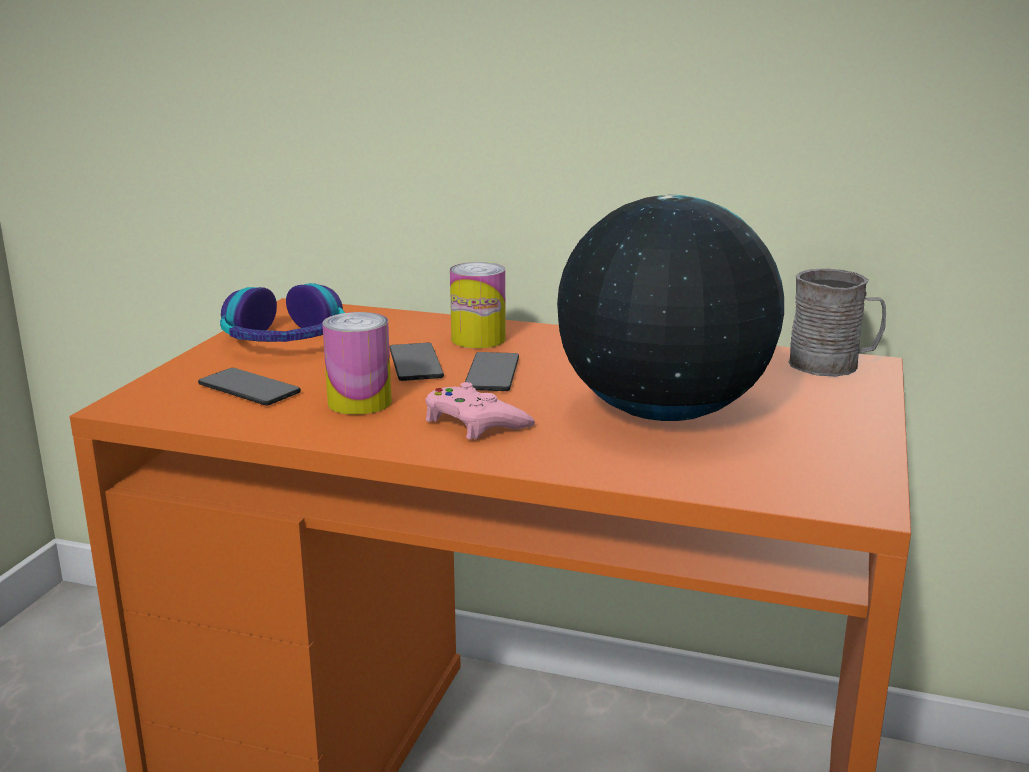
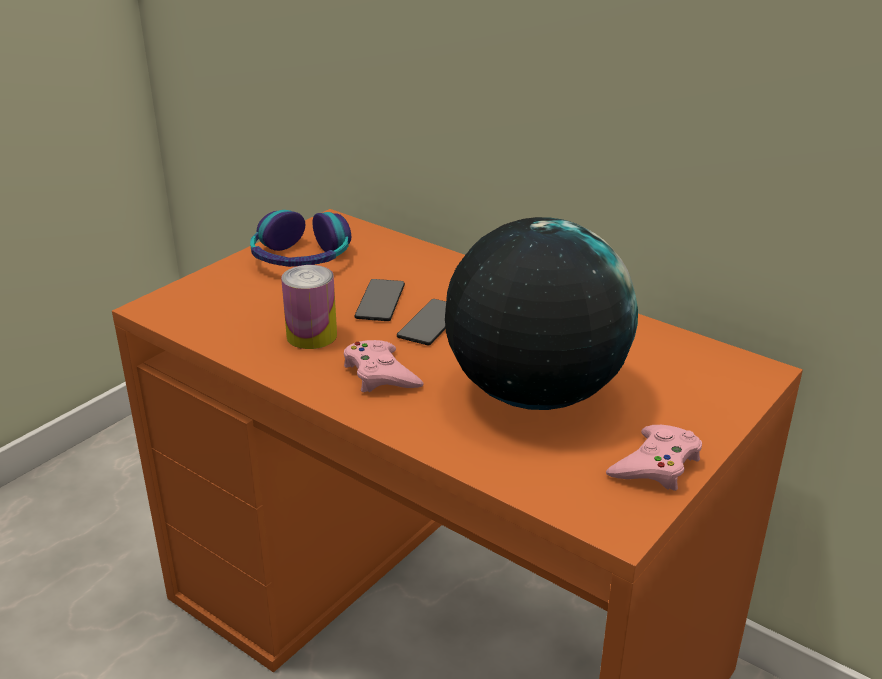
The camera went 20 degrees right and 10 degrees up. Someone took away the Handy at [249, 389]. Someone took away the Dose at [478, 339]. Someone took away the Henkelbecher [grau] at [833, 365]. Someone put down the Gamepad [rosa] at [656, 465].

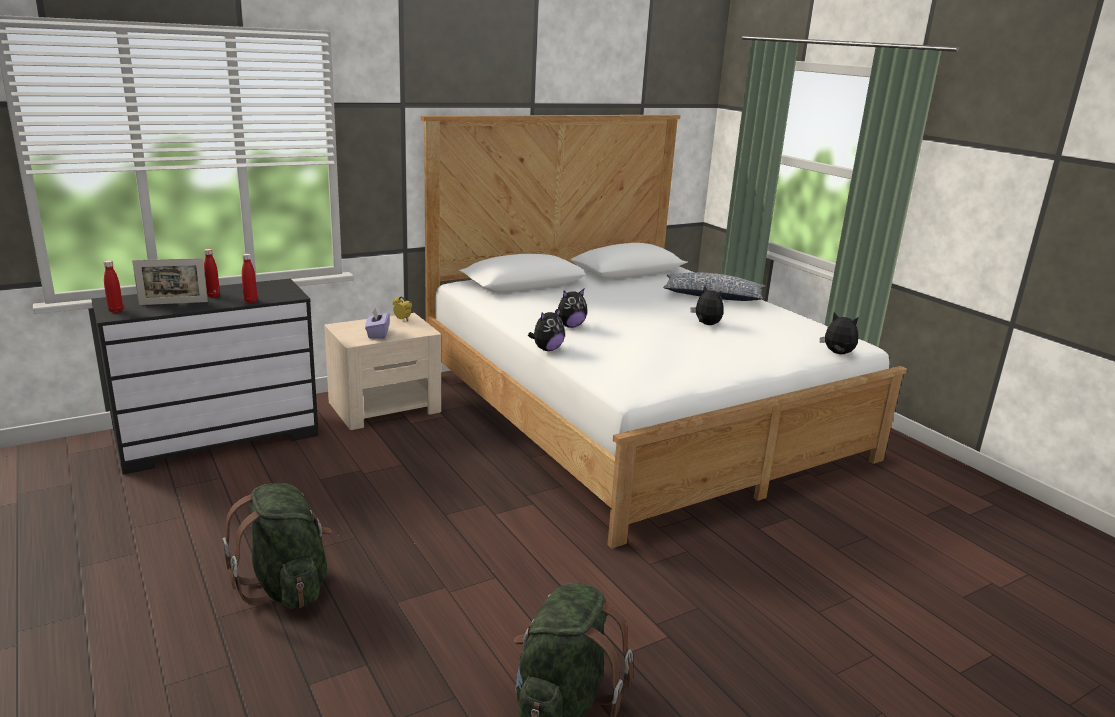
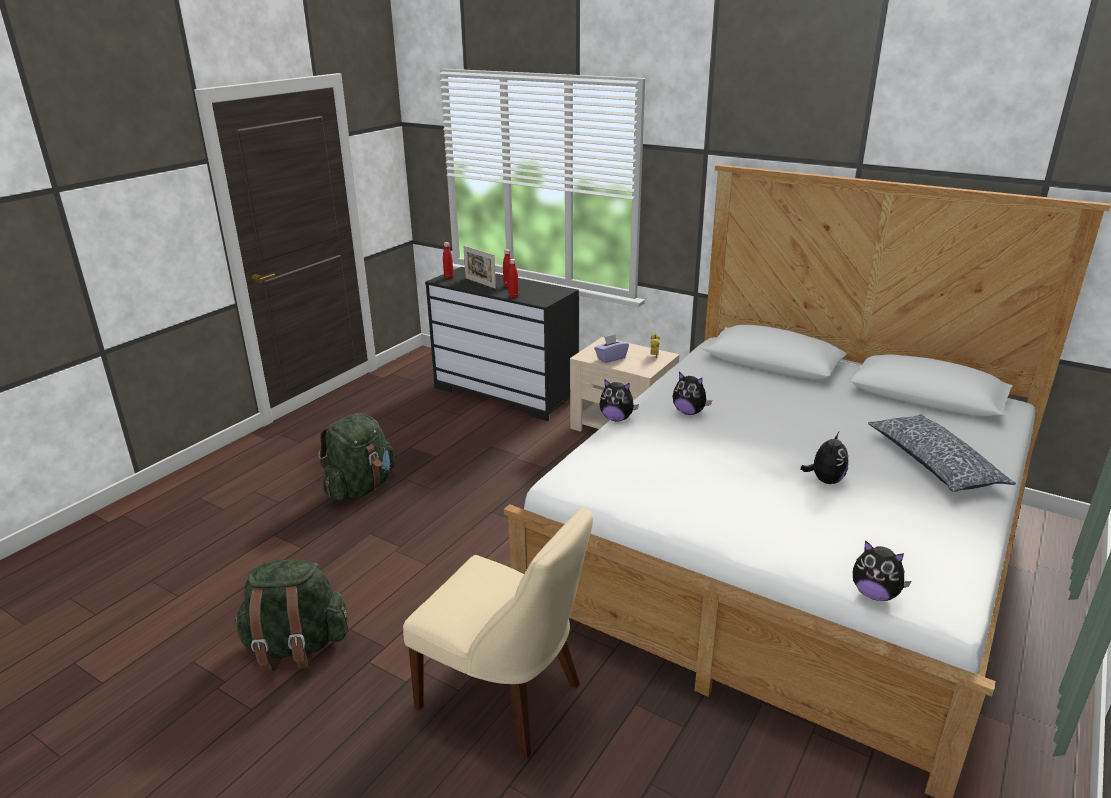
The camera went 65 degrees right and 5 degrees up. Someone rotated the Plüschtier at [837, 354] by 120 degrees clockwise. Someone put down the Stuhl [beige] at [506, 698].

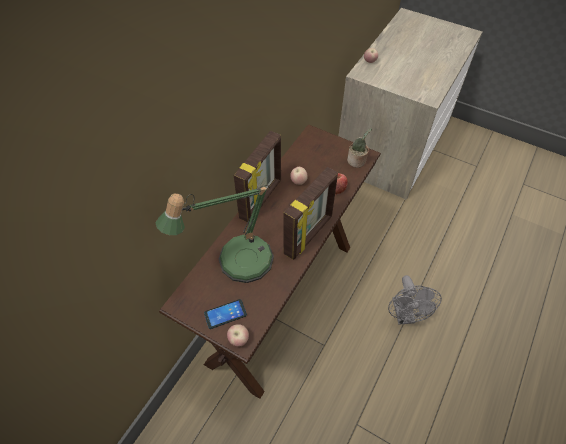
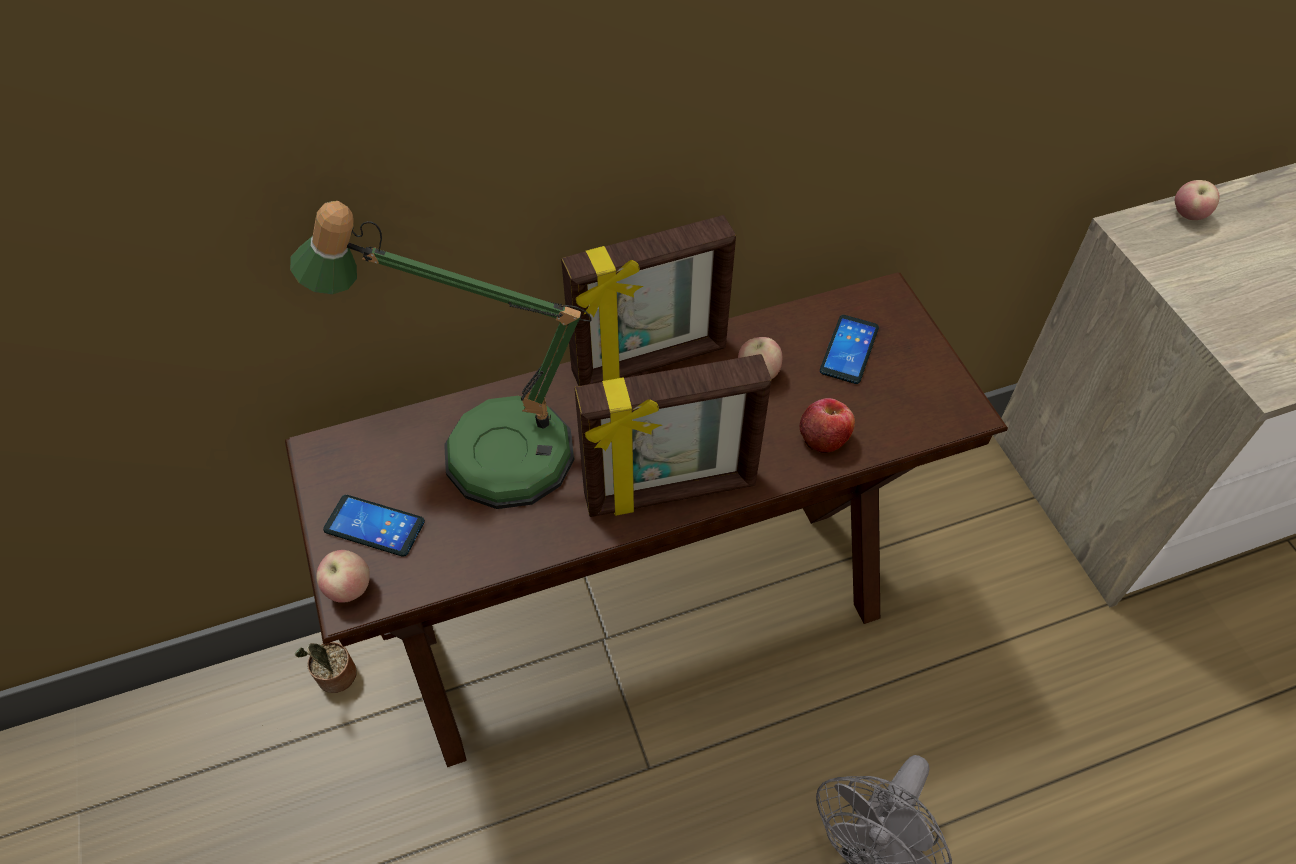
The camera went 40 degrees right and 0 degrees up. Someone carried the Topfpflanze from [357, 161] to [335, 677]. Someone put down the Handy at [849, 350].

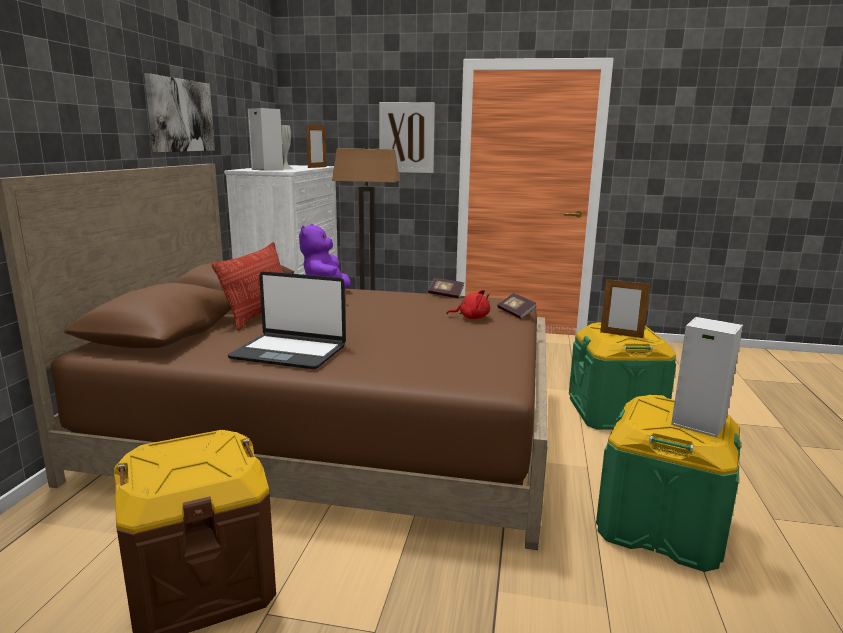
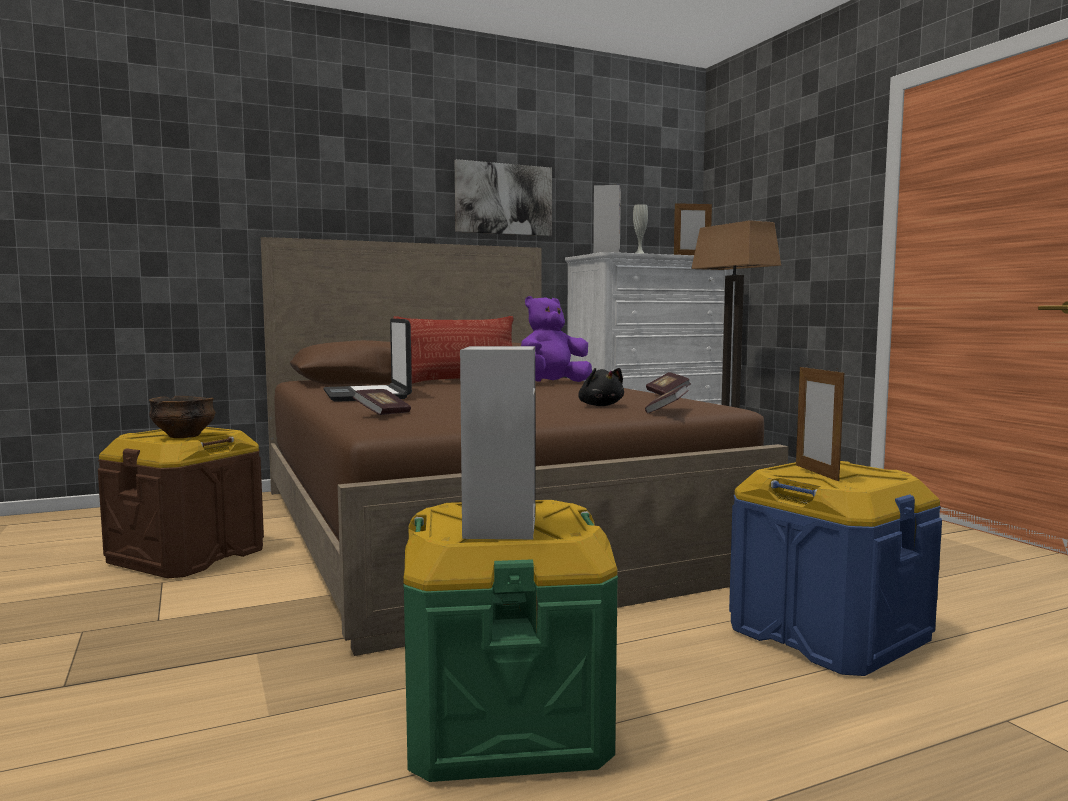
The camera went 55 degrees right and 10 degrees down. Someone took away the Bild at [406, 137]. Someone repainted the Plüschtier [rot] at [471, 318], which became the Plüschtier [schwarz] at [600, 405]. Someone repainted the Aufbewahrungsbox [grün] at [615, 413], which became the Aufbewahrungsbox [blau] at [828, 634]. Someone put down the Schüssel at [184, 436]. Someone put down the Buch at [383, 414].

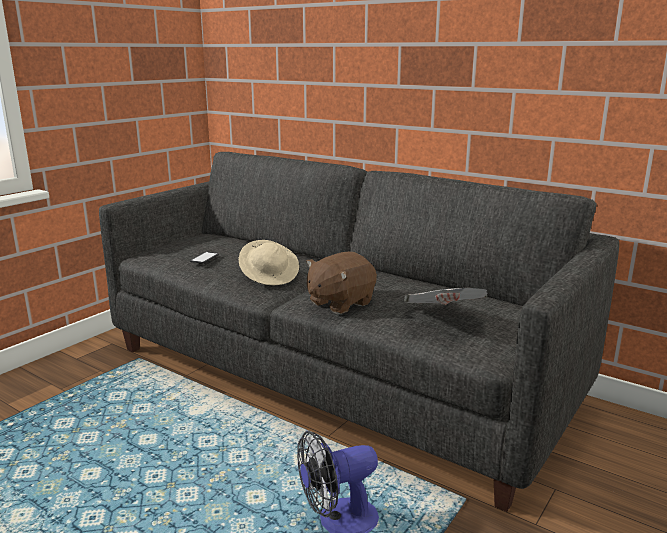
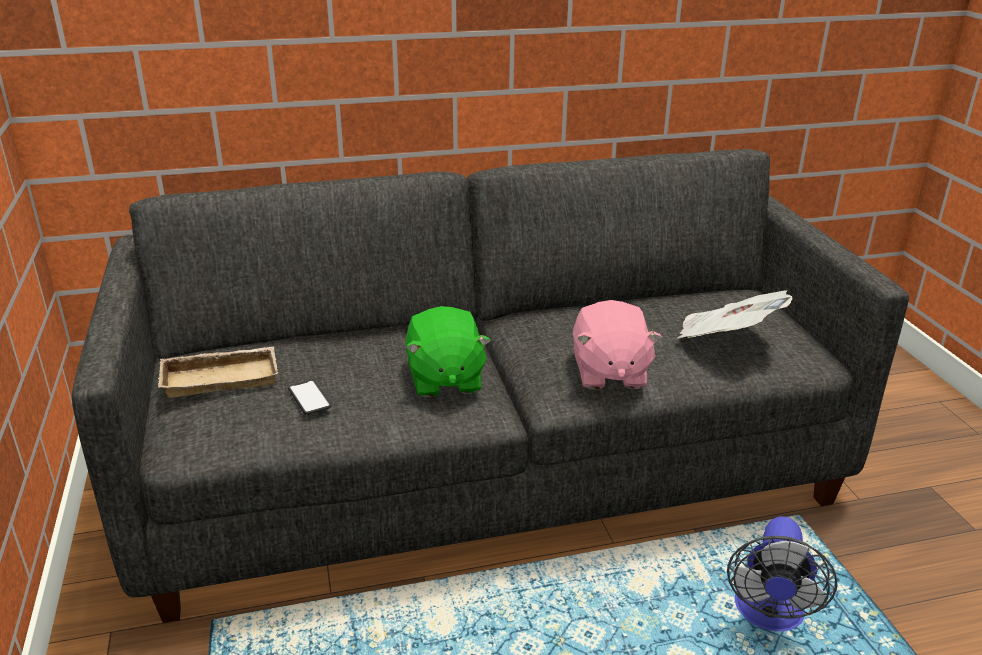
The camera went 50 degrees left and 10 degrees up. Someone swapped the Hut [beige] at [270, 276] for the Plüschtier [grün] at [444, 379]. Someone repainted the Plüschtier [braun] at [339, 303], which became the Plüschtier [rosa] at [609, 373]. Someone put down the Tablett [beige] at [222, 377].

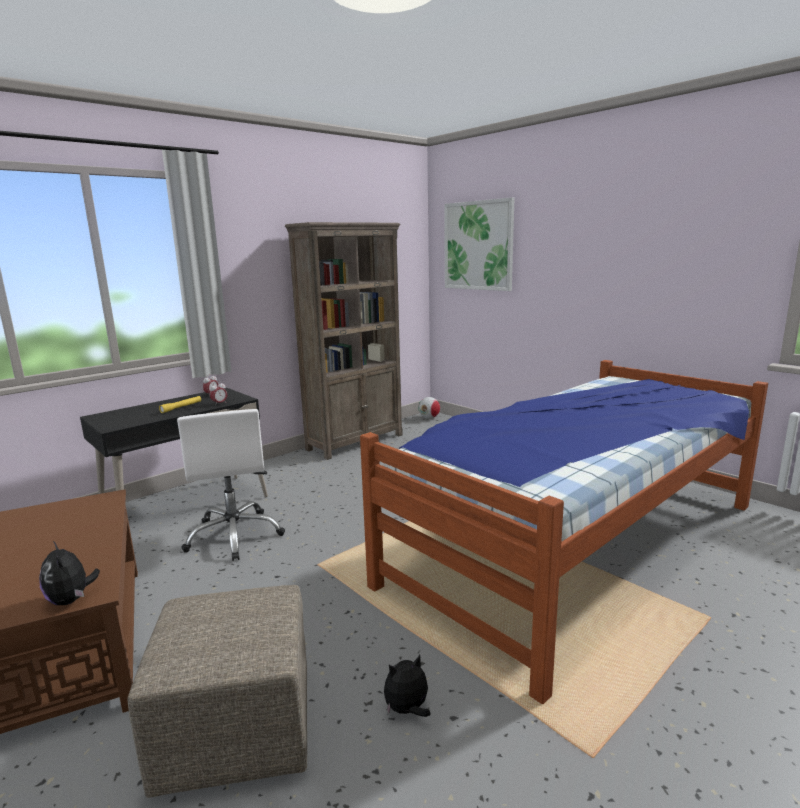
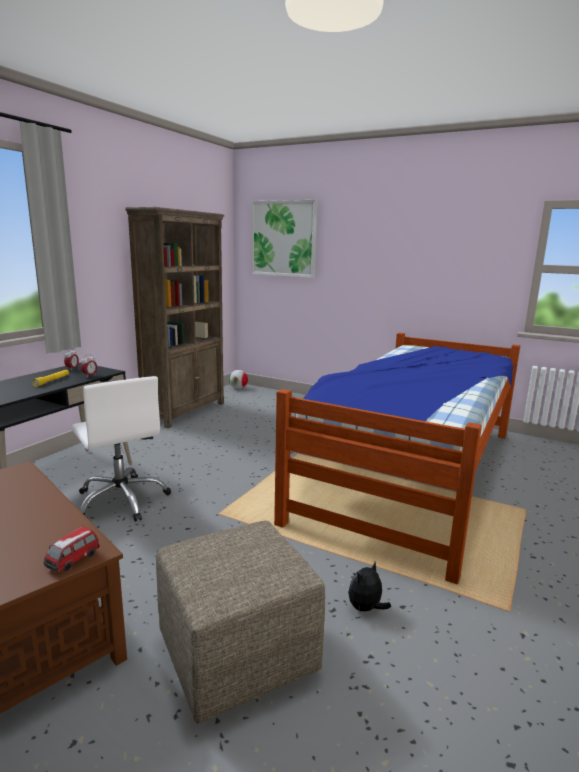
The camera went 20 degrees left and 0 degrees up. Someone swapped the Plüschtier at [71, 600] for the Spielzeugauto at [73, 561].

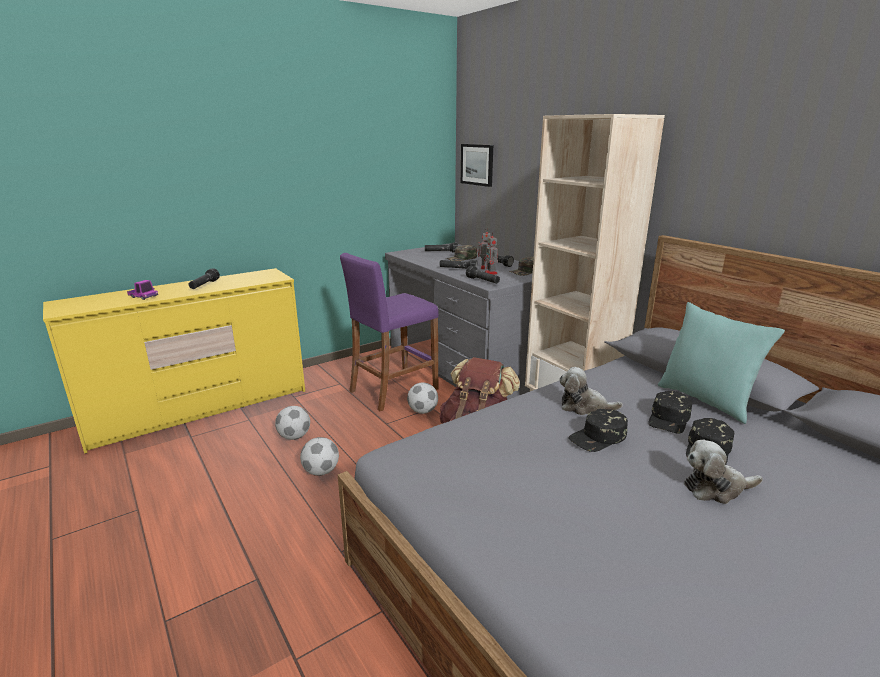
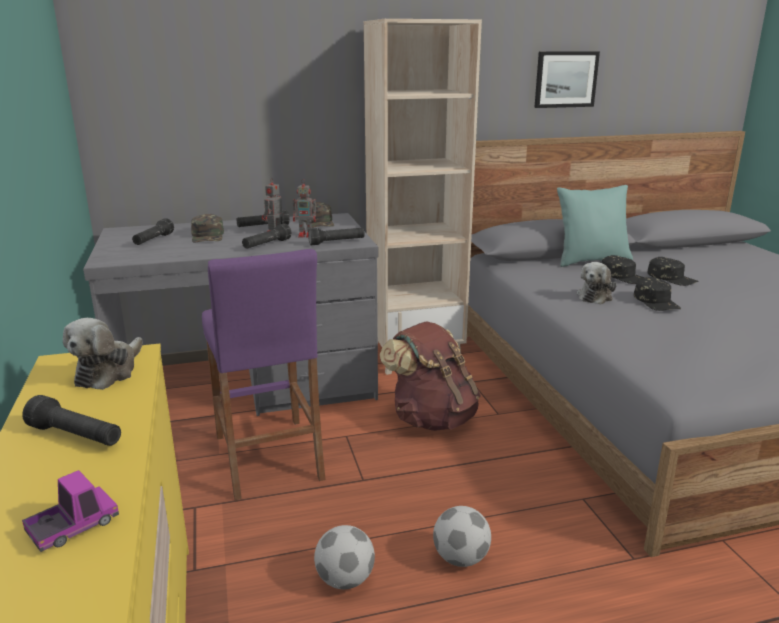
The camera went 70 degrees left and 0 degrees up. Someone took away the Fußball at [422, 411]. Someone carried the Bild from [477, 164] to [565, 79]. Someone carried the Plüschtier from [715, 488] to [108, 372].

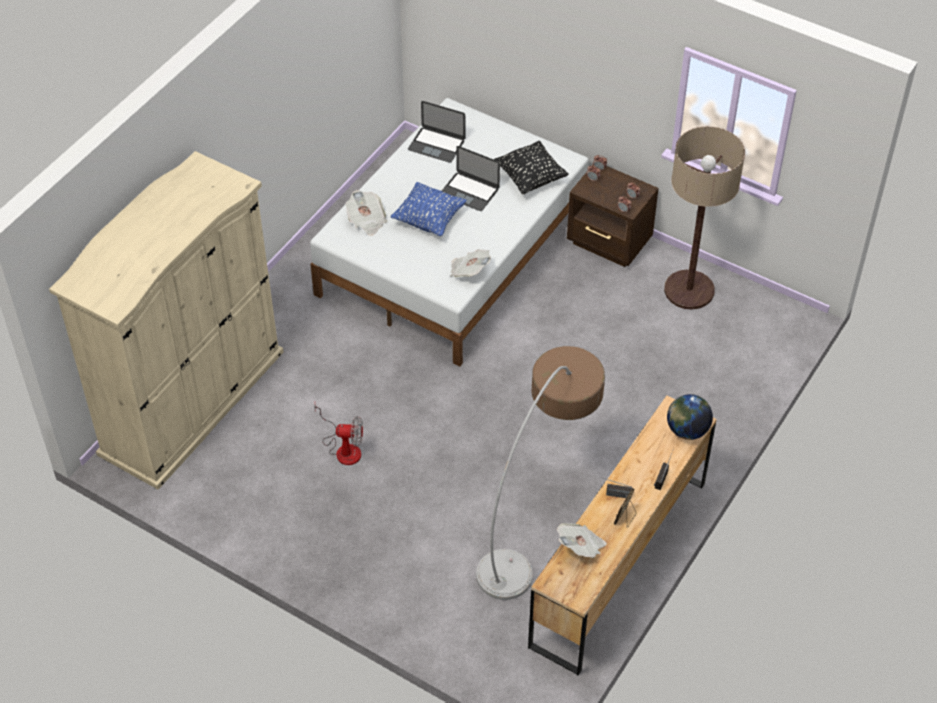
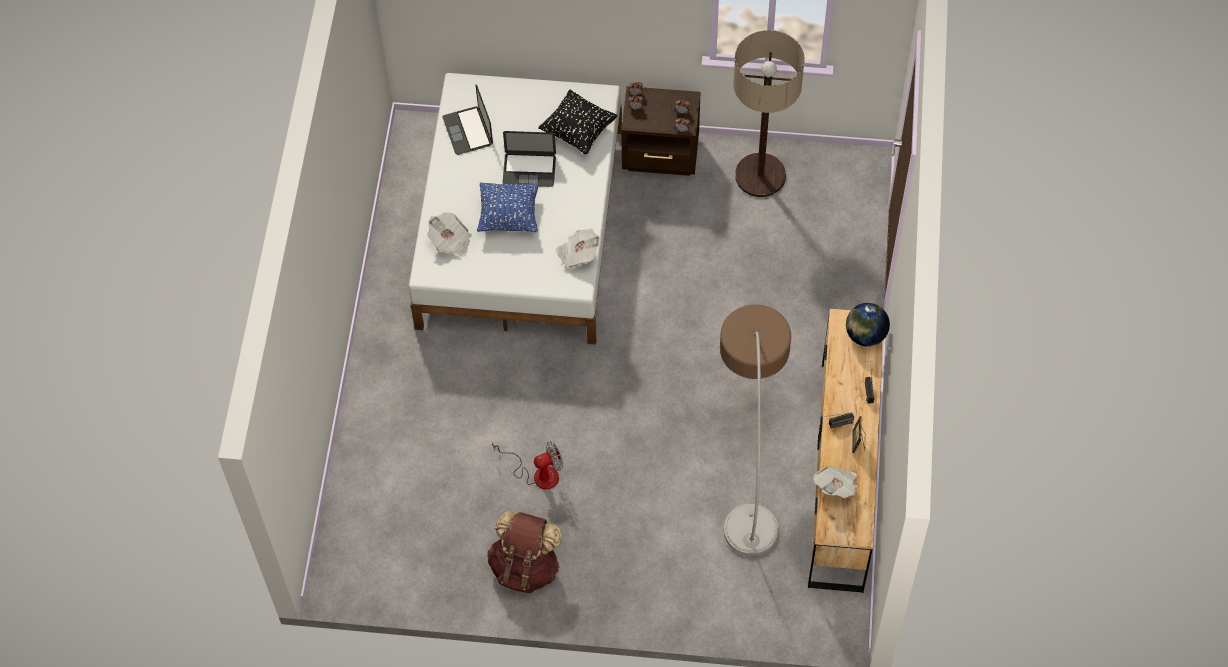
The camera went 25 degrees left and 10 degrees up. Someone took away the Kleiderschrank [beige] at [192, 402]. Someone rotated the Laptop at [436, 145] by 75 degrees clockwise. Someone put down the Rucksack [braun] at [525, 567].

